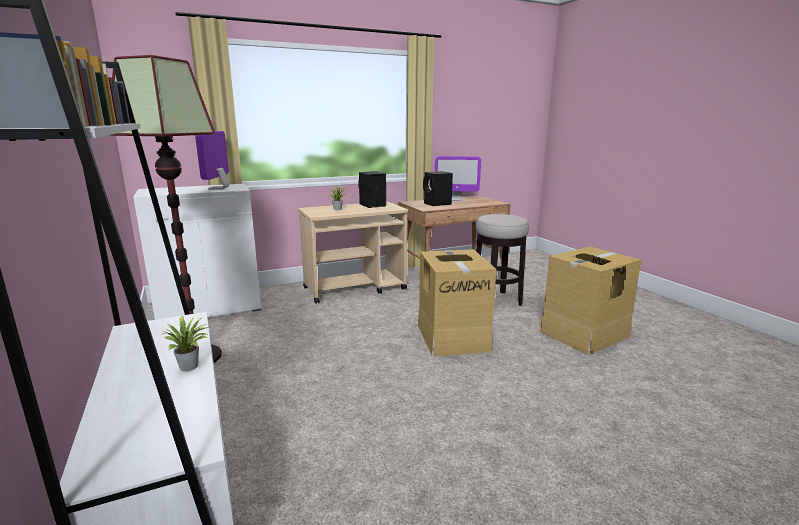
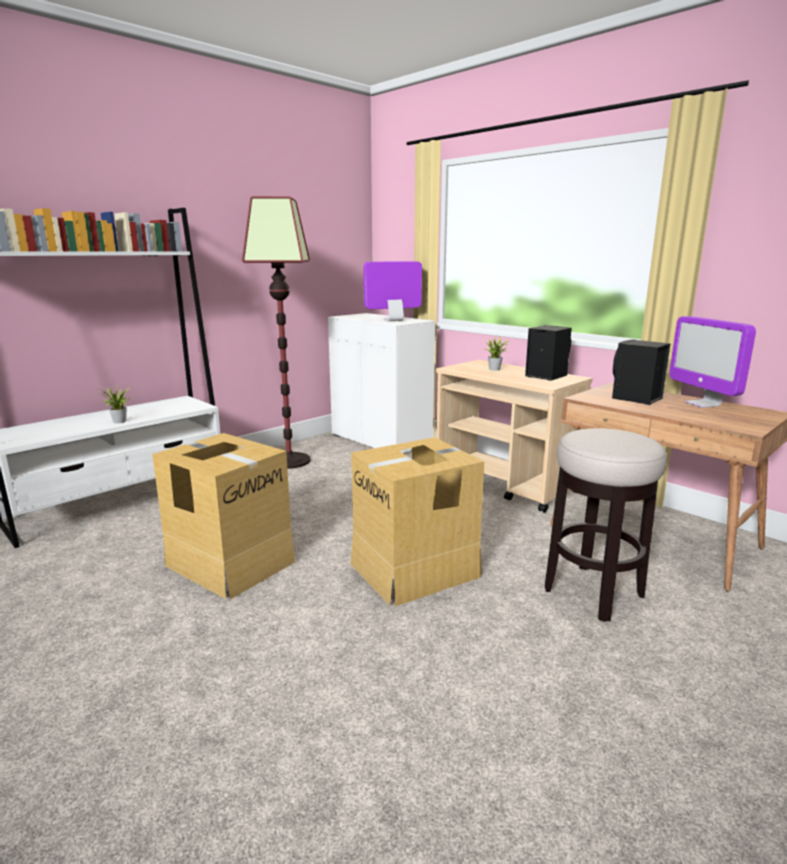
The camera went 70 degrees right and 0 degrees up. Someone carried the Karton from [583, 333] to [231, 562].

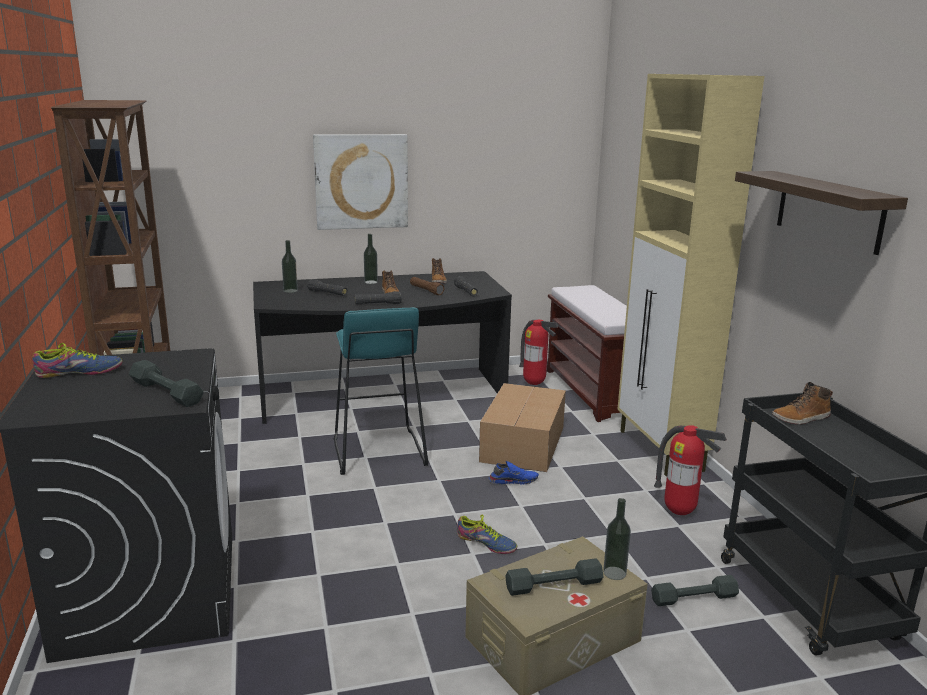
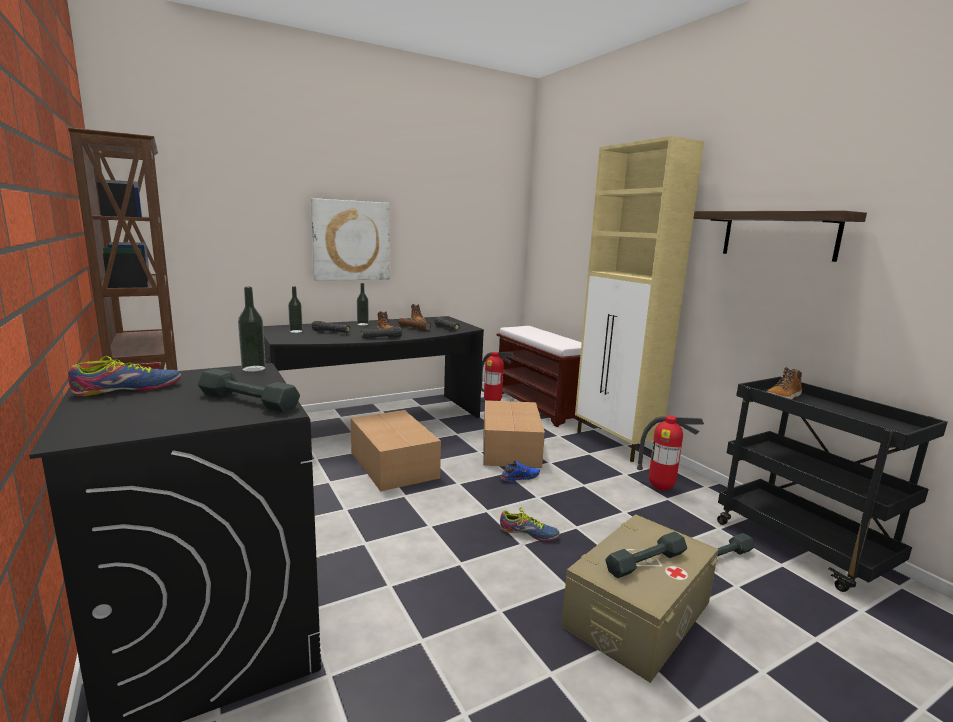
The camera went 15 degrees left and 5 degrees down. Someone swapped the Hocker [türkis] at [378, 452] for the Karton at [393, 465]. Someone carried the Flasche from [614, 573] to [253, 368].

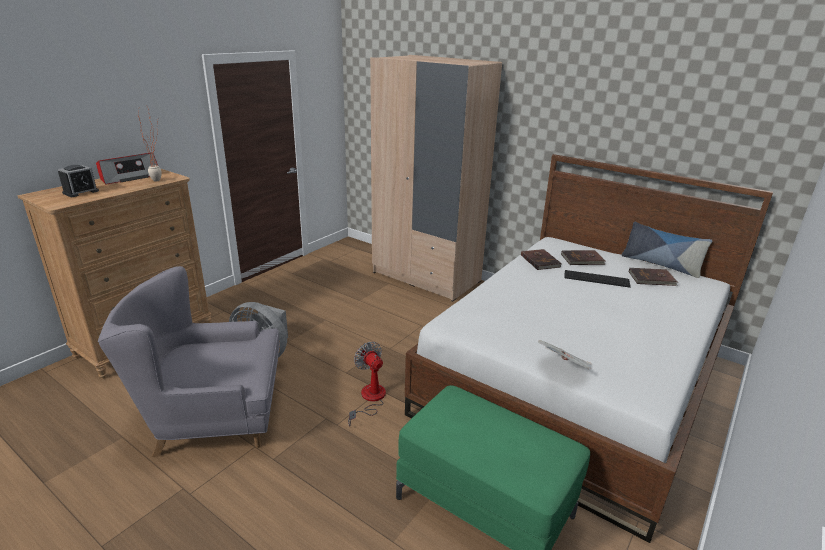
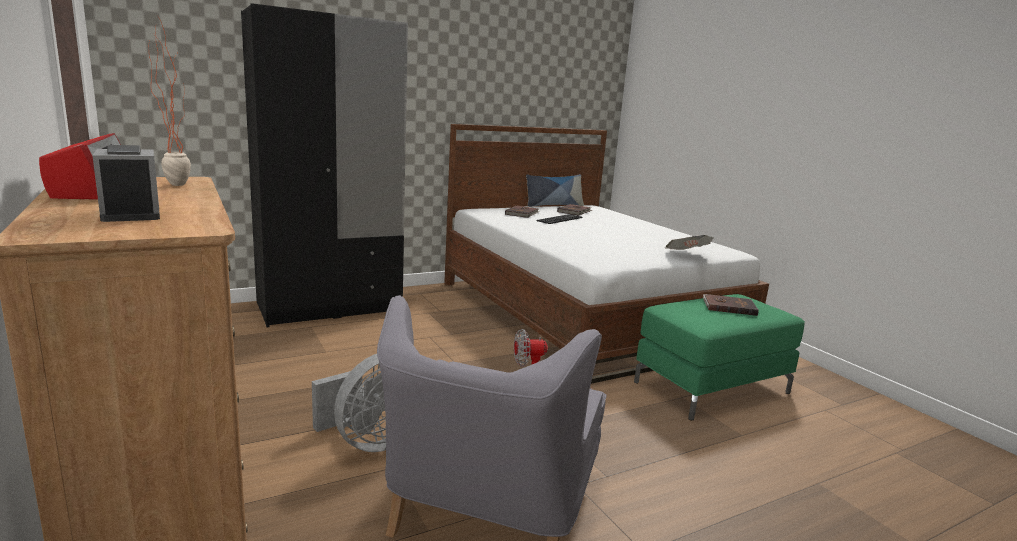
The camera went 65 degrees left and 10 degrees down. Someone repainted the Kleiderschrank [beige] at [426, 277], which became the Kleiderschrank [schwarz] at [329, 307]. Someone carried the Buch [braun] from [540, 261] to [728, 307].

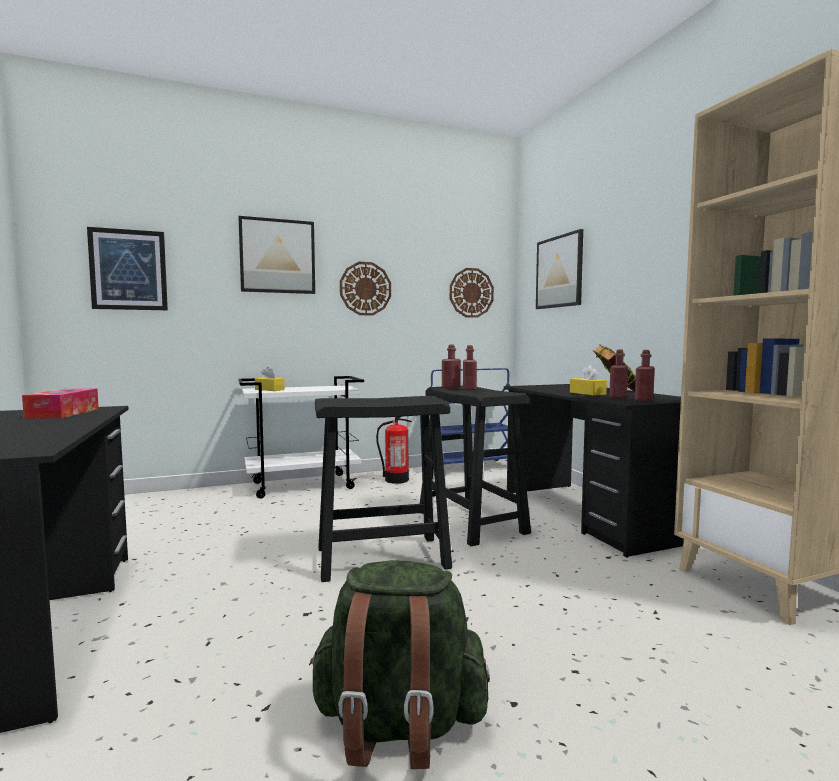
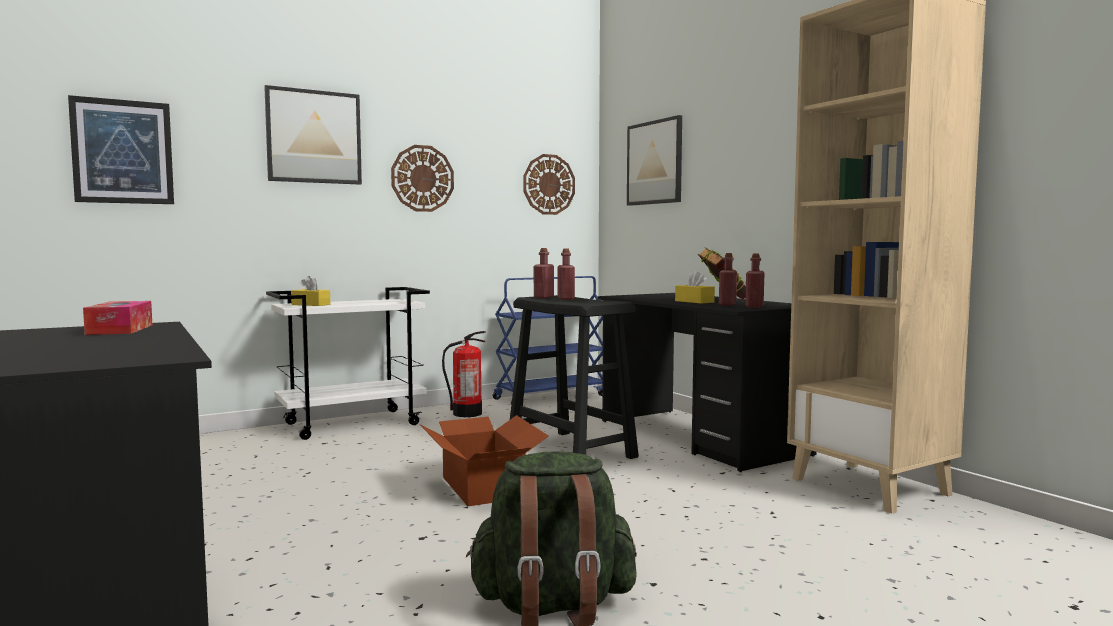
The camera went 10 degrees left and 0 degrees up. Someone swapped the Hocker [schwarz] at [383, 557] for the Karton at [483, 487].

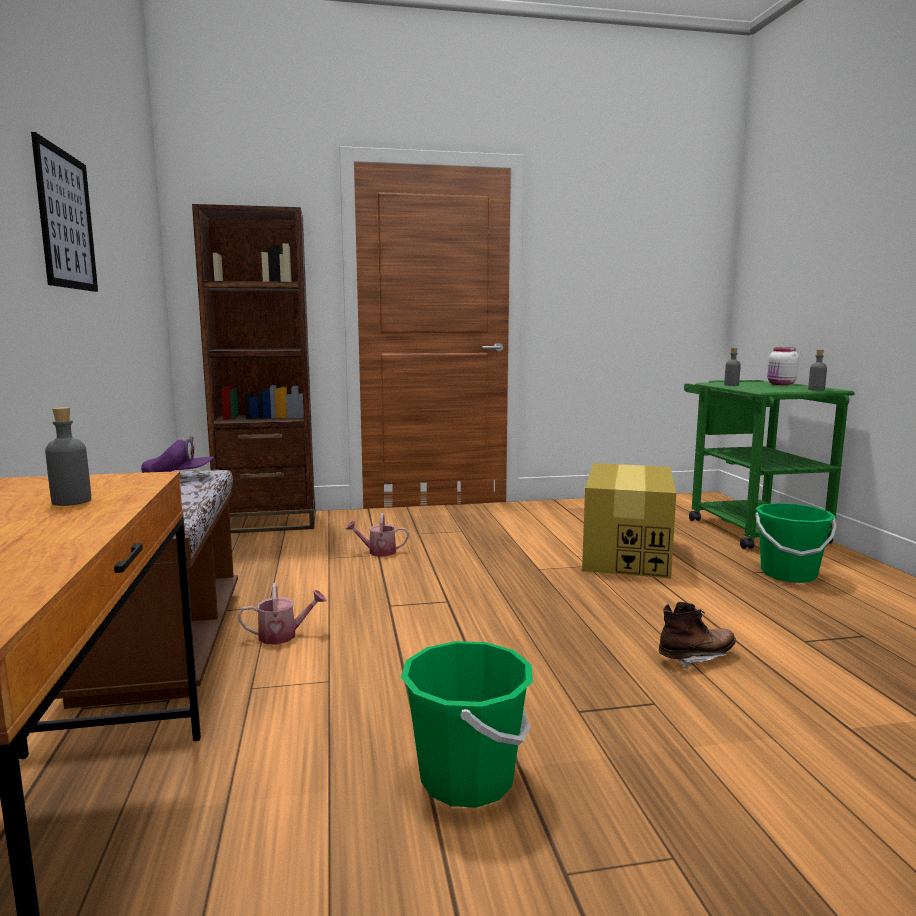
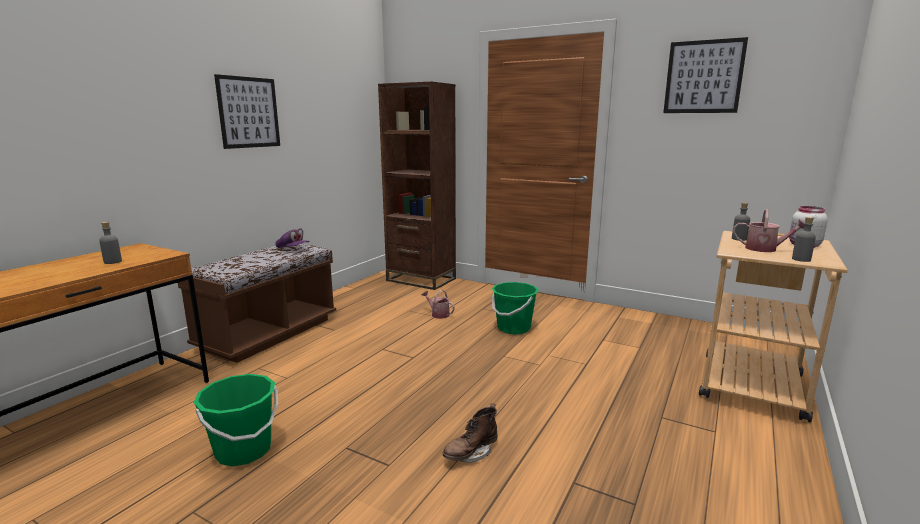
The camera went 40 degrees right and 5 degrees up. Someone carried the Gießkanne from [283, 635] to [765, 249]. Someone took away the Karton at [626, 554]. Someone rotated the Stiefel [braun] at [696, 658] by 120 degrees clockwise. Someone repainted the Rollwagen [grün] at [748, 528], which became the Rollwagen [beige] at [751, 380]. Someone carried the Eimer [grün] from [788, 574] to [513, 328]. Someone put up the Bild at [703, 77].

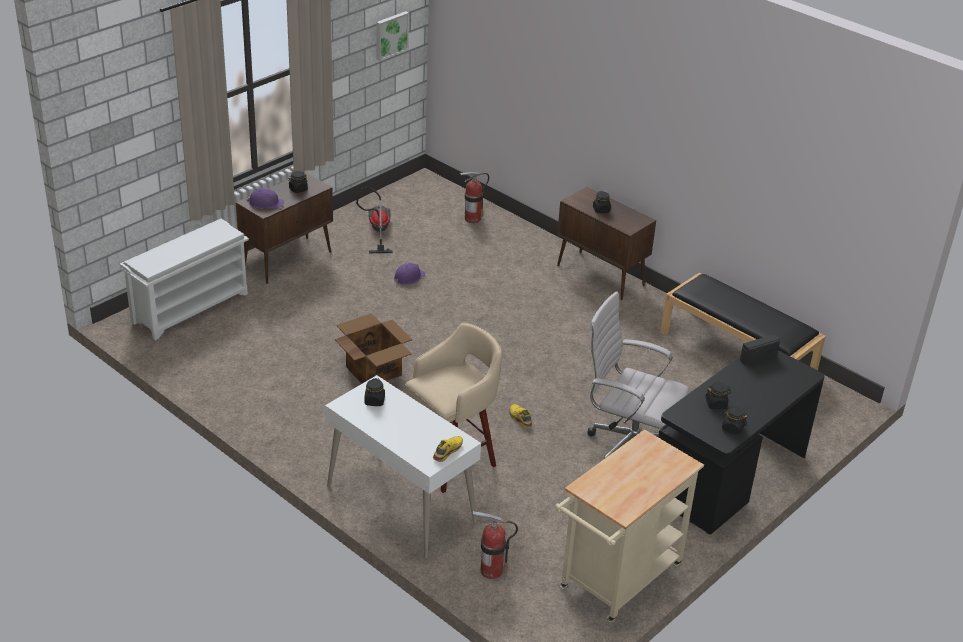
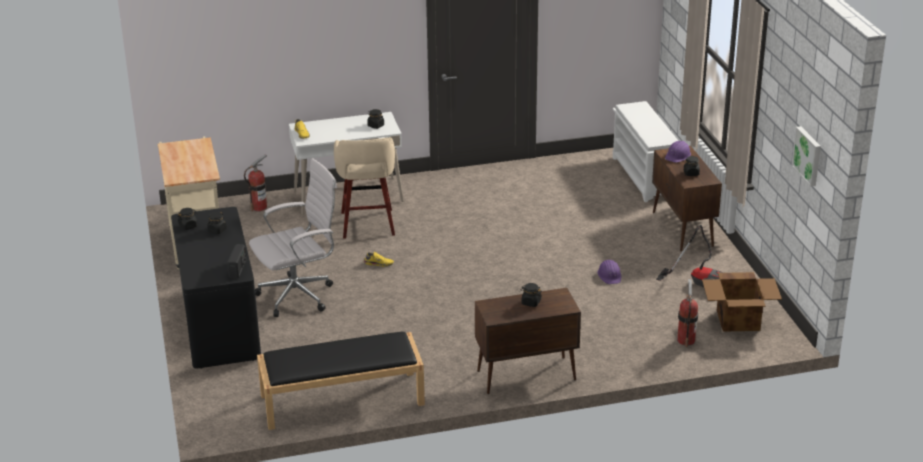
The camera went 125 degrees right and 5 degrees down. Someone carried the Karton from [373, 370] to [739, 320].

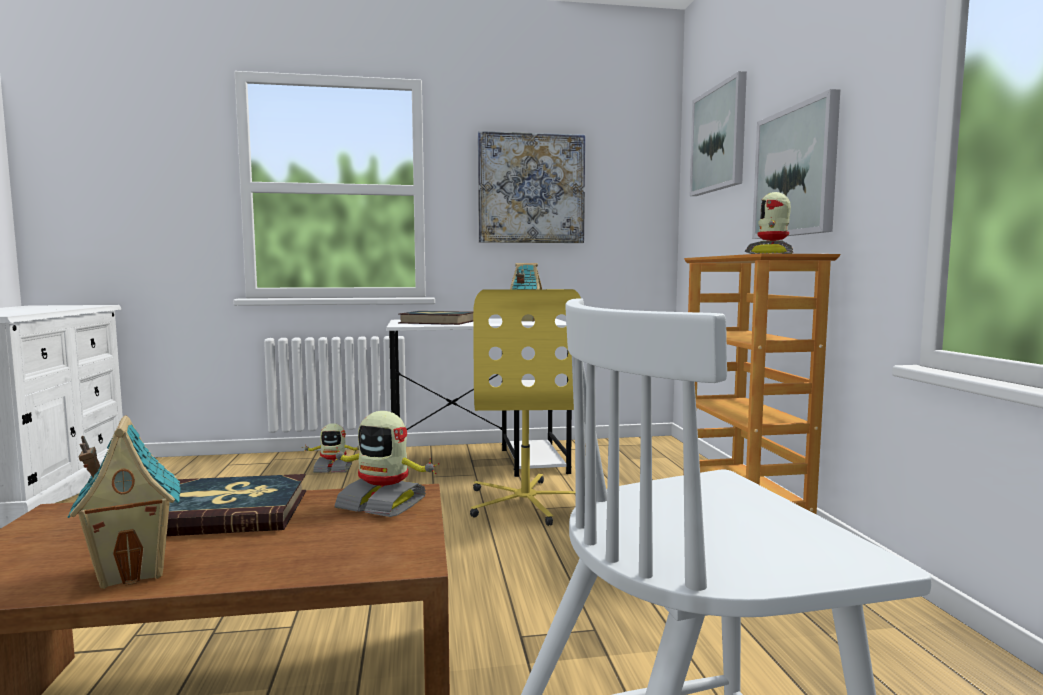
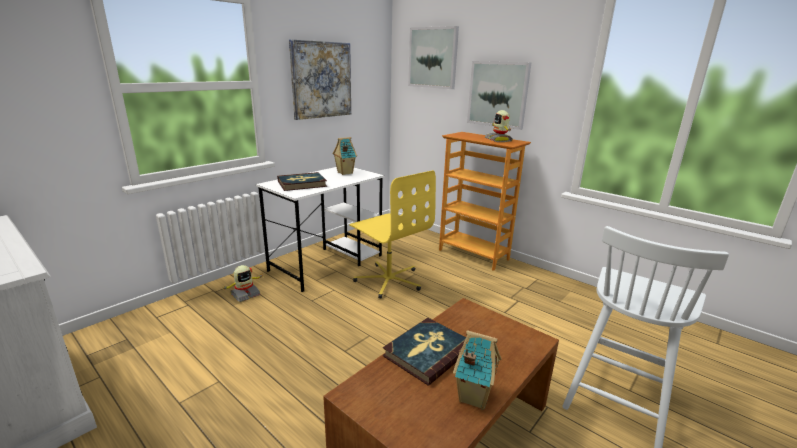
The camera went 40 degrees left and 15 degrees up. Someone took away the Spielzeugroboter at [383, 503].

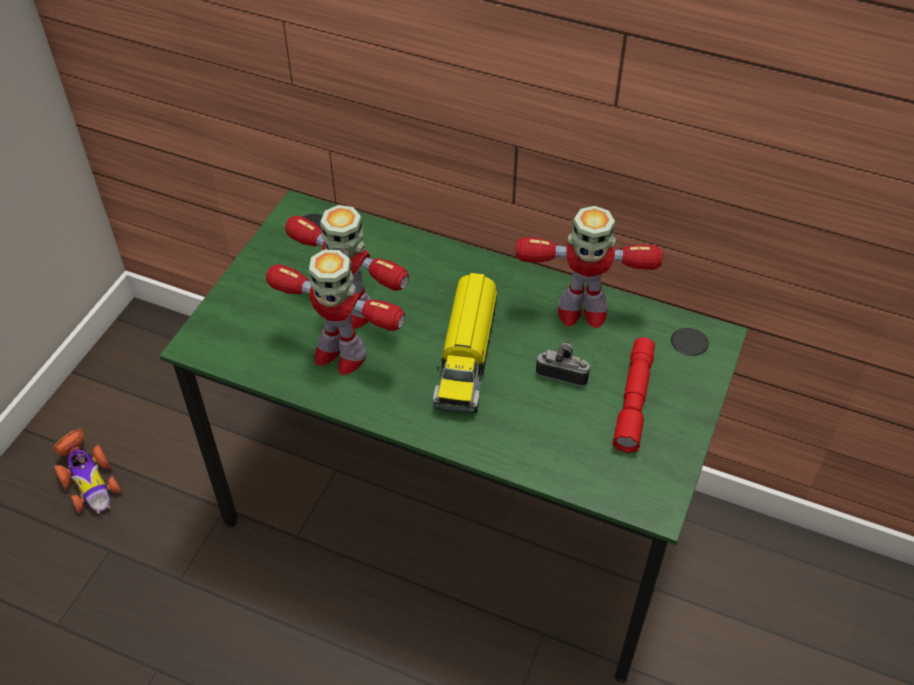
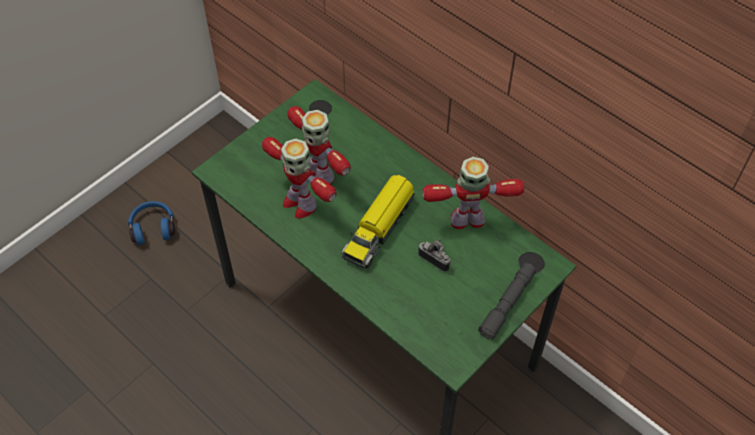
The camera went 20 degrees right and 5 degrees up. Someone swapped the Spielzeugauto at [88, 479] for the Kopfhörer [blau] at [153, 227]. Someone rotated the Spielzeugroboter at [581, 311] by 150 degrees clockwise. Someone took away the Taschenlampe [rot] at [633, 400]. Someone put down the Taschenlampe [grau] at [507, 304].

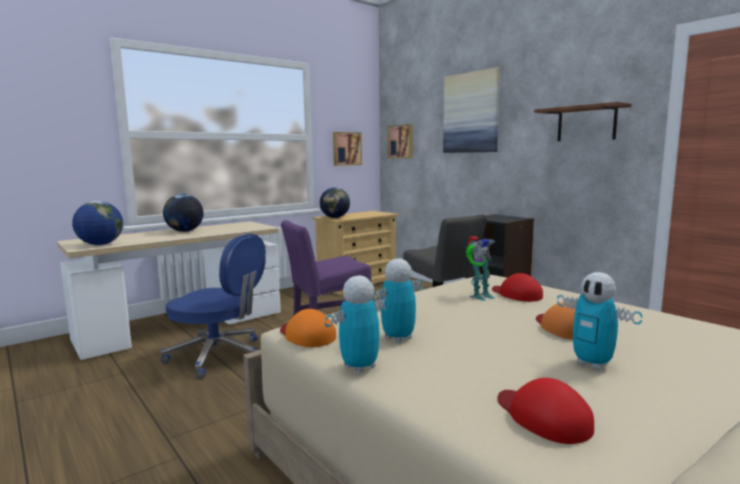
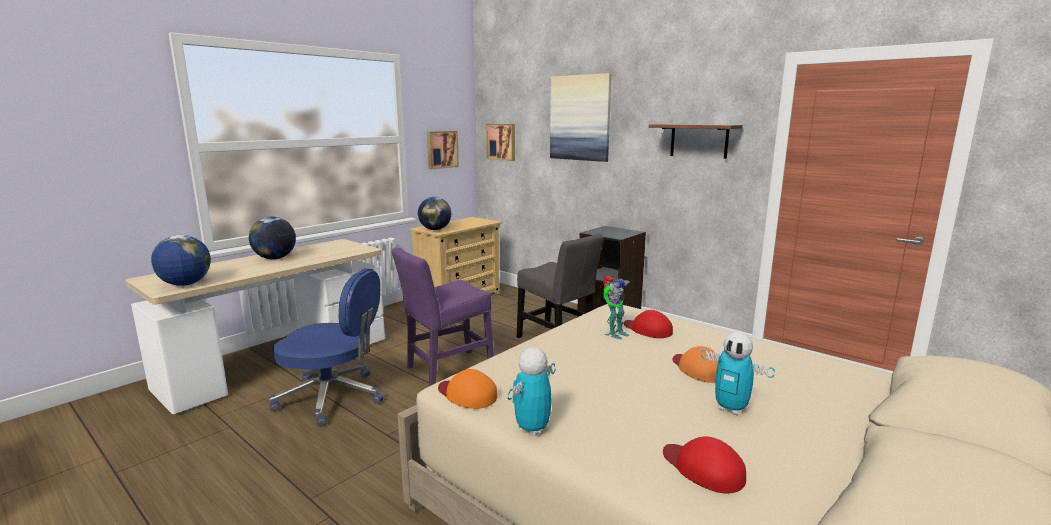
The camera went 10 degrees left and 5 degrees up. Someone took away the Spielzeugroboter at [398, 338].

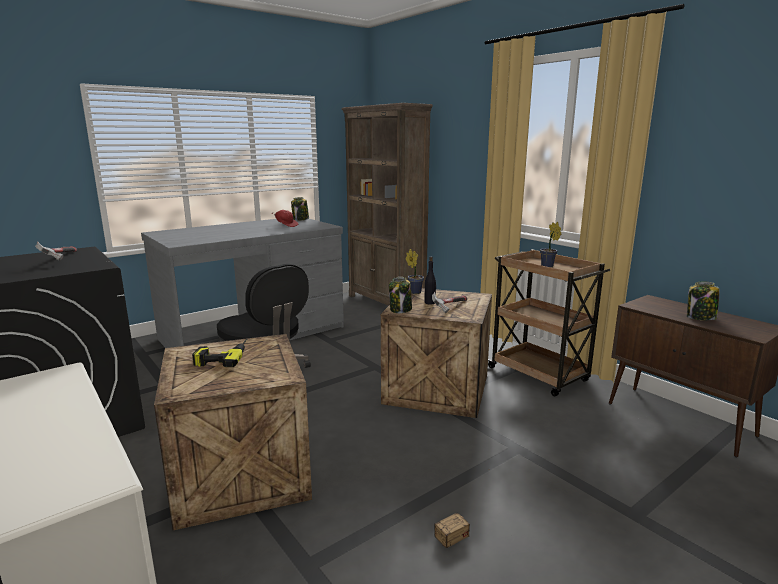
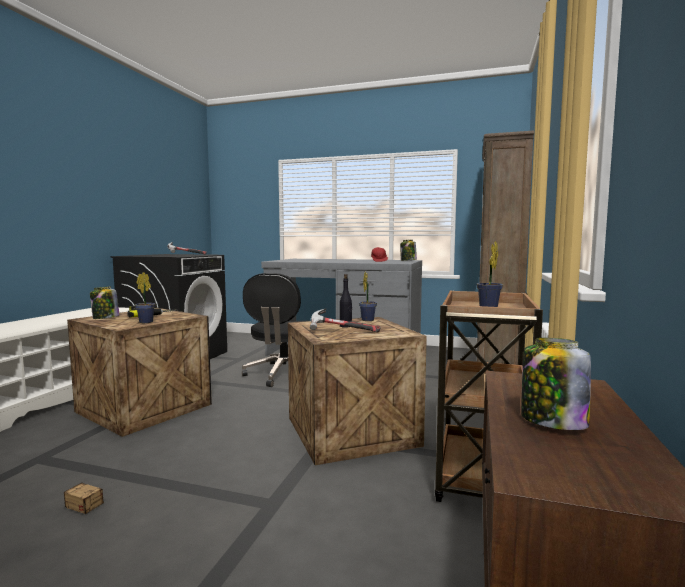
The camera went 55 degrees right and 10 degrees down. Someone carried the Vorratsglas from [400, 310] to [105, 318]. Someone put down the Topfpflanze at [147, 322].

